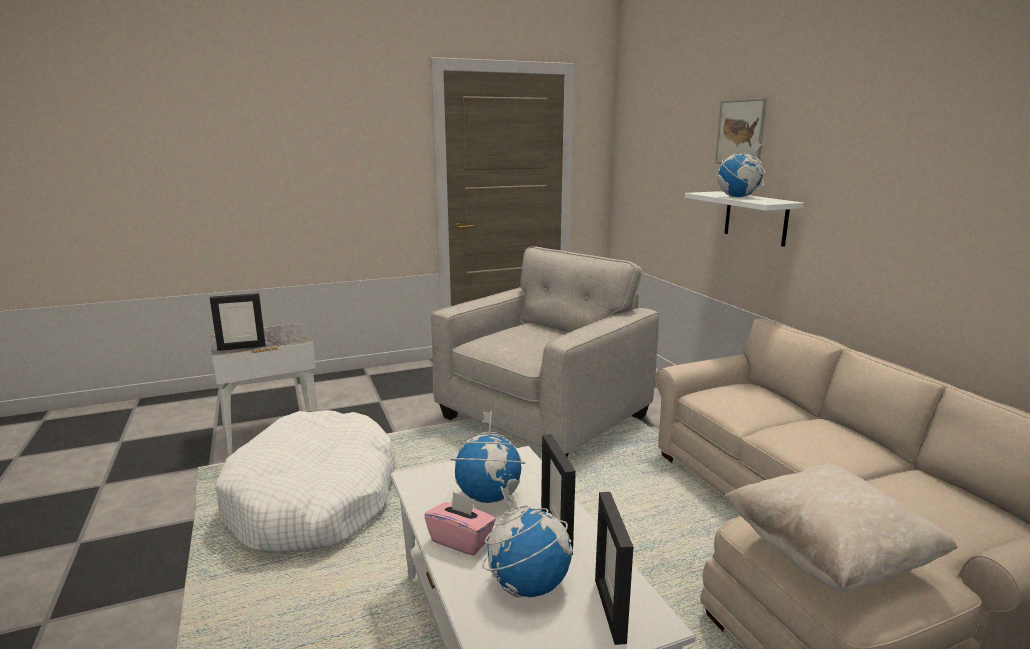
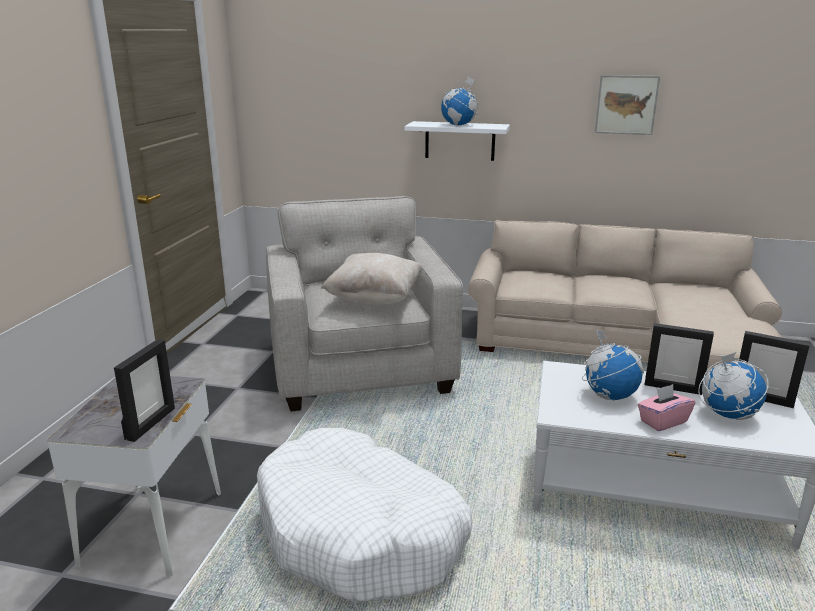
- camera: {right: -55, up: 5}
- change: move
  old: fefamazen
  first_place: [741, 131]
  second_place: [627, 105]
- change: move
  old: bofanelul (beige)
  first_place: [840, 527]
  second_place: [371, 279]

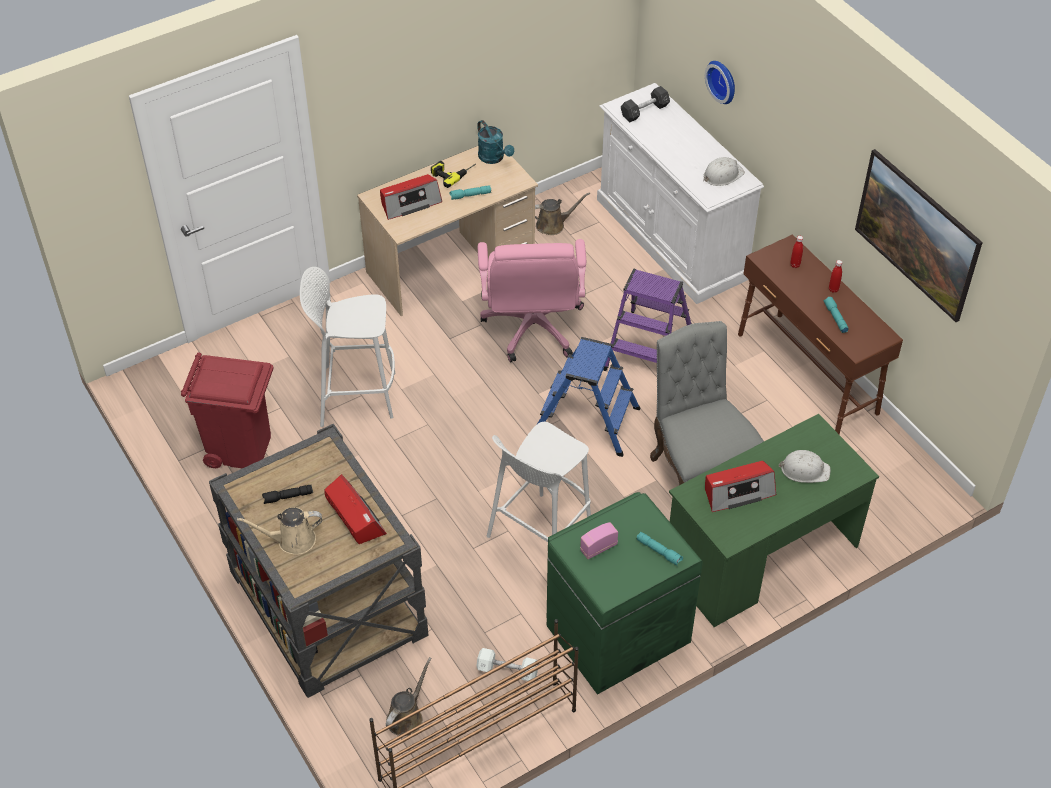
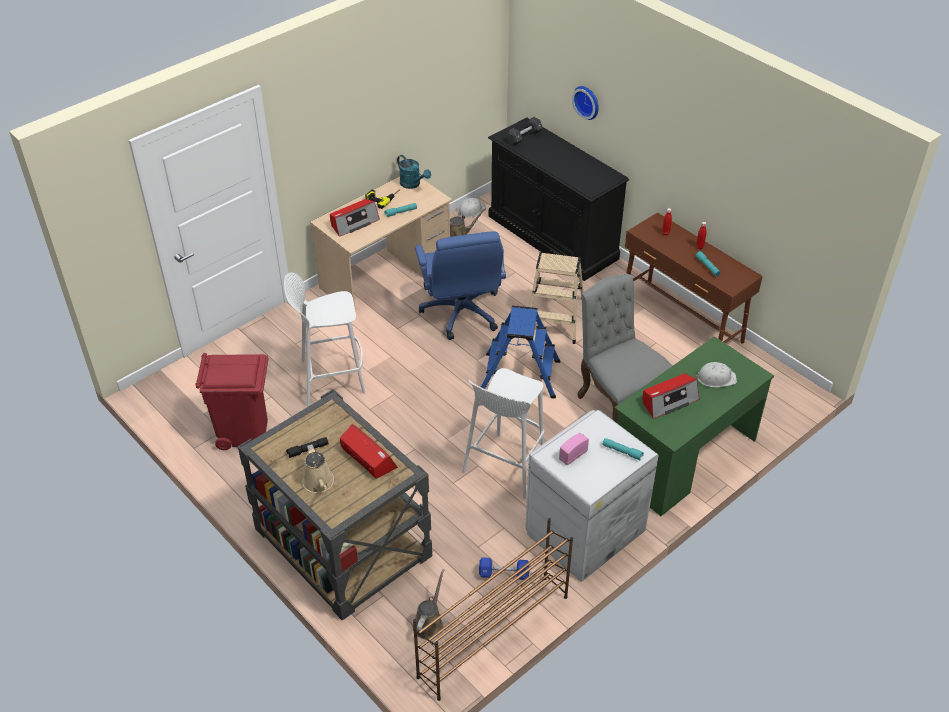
- camera: {right: -10, up: -5}
- change: rotate
  old: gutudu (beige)
  first_place: [279, 531]
  second_place: [318, 468]
  degrees: -90
- change: recolor
  old: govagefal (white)
  new: govagefal (blue)
  first_place: [507, 664]
  second_place: [504, 568]
- change: recolor
  old: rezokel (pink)
  new: rezokel (blue)
  first_place: [532, 300]
  second_place: [460, 286]
- change: recolor
  old: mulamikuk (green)
  new: mulamikuk (white)
  first_place: [625, 593]
  second_place: [592, 496]
- change: recolor
  old: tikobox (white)
  new: tikobox (black)
  first_place: [680, 193]
  second_place: [558, 199]
- change: recolor
  old: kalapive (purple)
  new: kalapive (beige)
  first_place: [647, 319]
  second_place: [557, 298]
- change: move
  old: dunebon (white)
  first_place: [724, 171]
  second_place: [472, 208]
- change: delete
  old: fefamazen
  first_place: [919, 235]

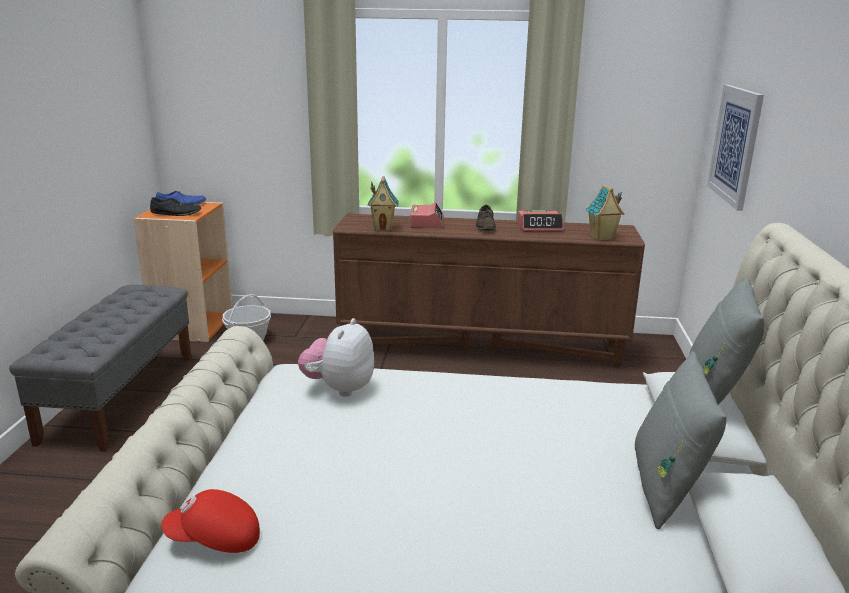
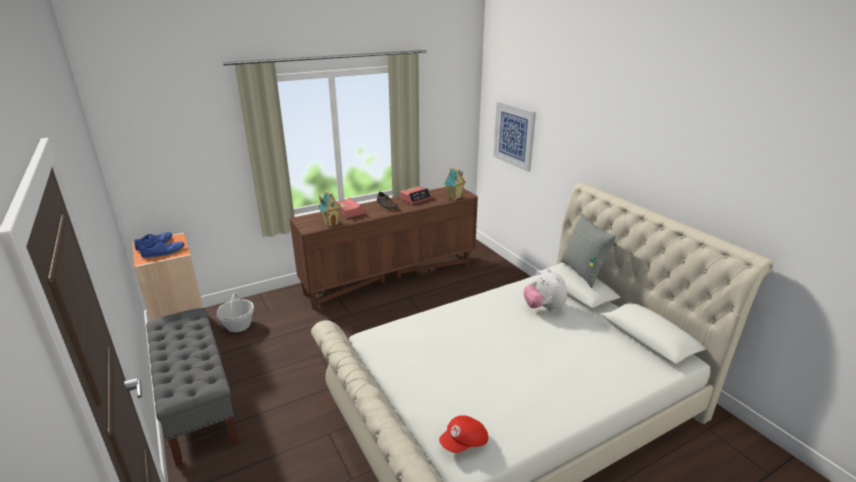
- camera: {right: -35, up: 5}
- change: recolor
  old: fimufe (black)
  new: fimufe (blue)
  first_place: [175, 206]
  second_place: [162, 250]
- change: move
  old: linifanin
  first_place: [336, 357]
  second_place: [545, 290]
- change: delete
  old: bofanelul (grey)
  first_place: [681, 440]

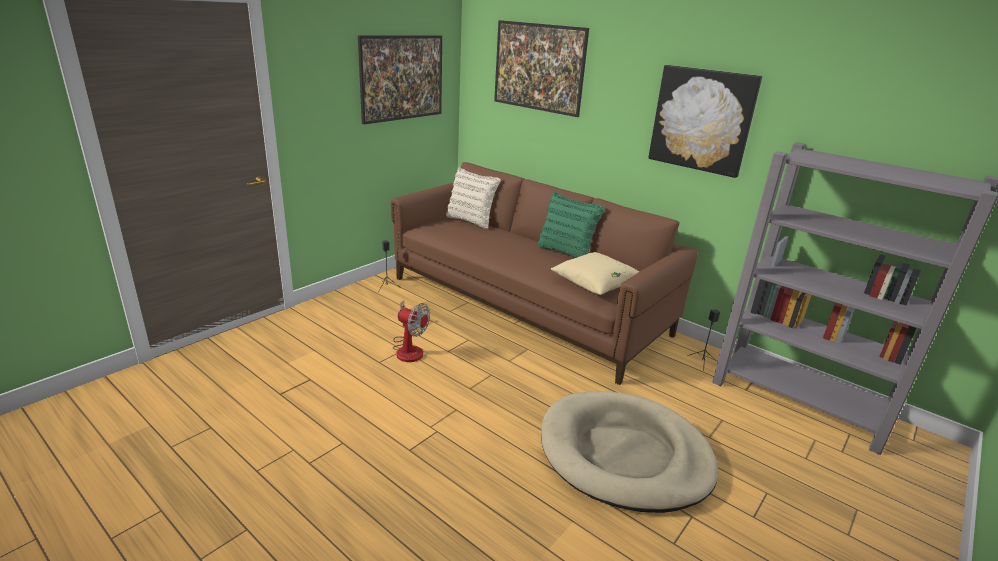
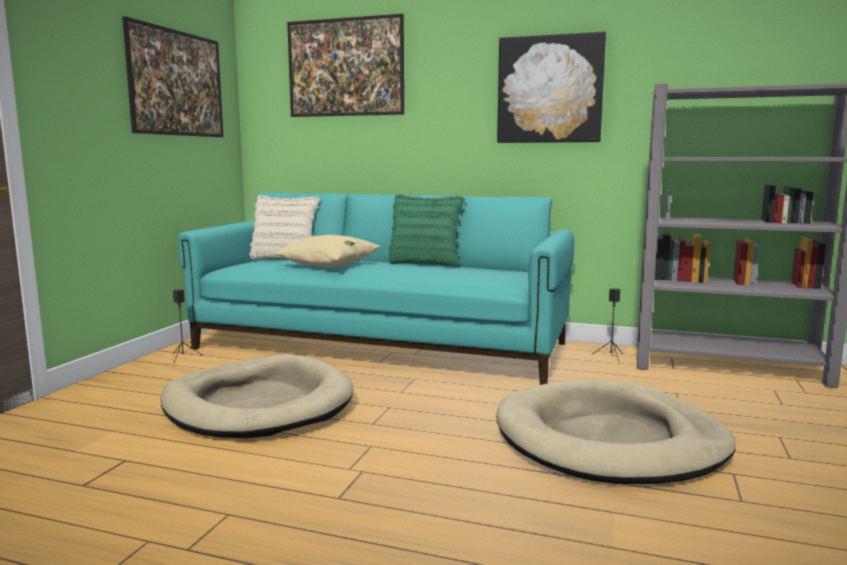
- camera: {right: -20, up: -15}
- change: recolor
  old: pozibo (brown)
  new: pozibo (turquoise)
  first_place: [544, 273]
  second_place: [376, 288]
- change: replace
  old: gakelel
  new: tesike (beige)
  first_place: [411, 331]
  second_place: [257, 396]
- change: move
  old: bofanelul (beige)
  first_place: [595, 273]
  second_place: [327, 251]

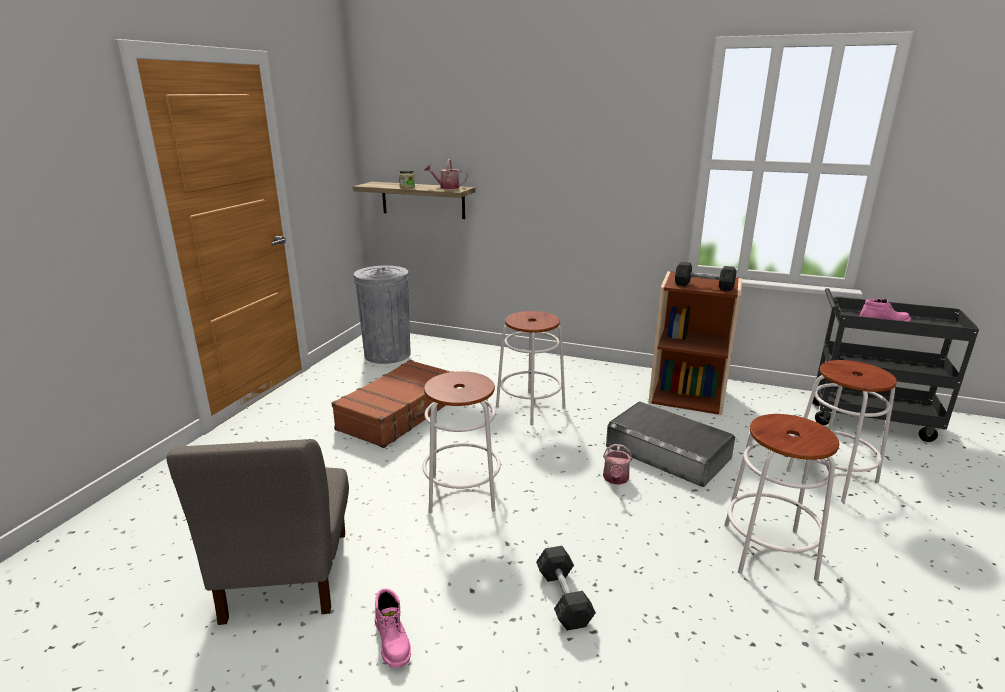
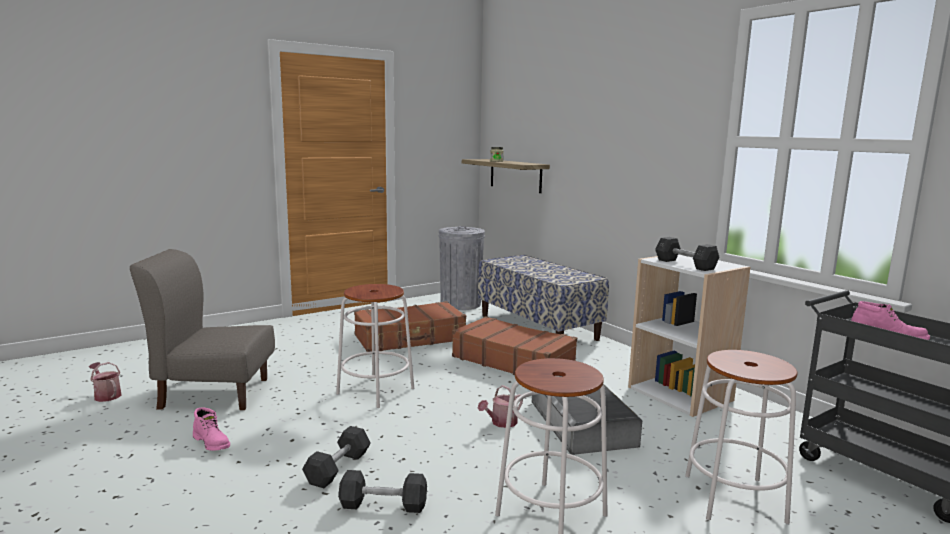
- camera: {right: 35, up: -10}
- change: rotate
  old: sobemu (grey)
  first_place: [258, 532]
  second_place: [202, 329]
  degrees: 60
- change: rotate
  old: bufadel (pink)
  first_place: [393, 628]
  second_place: [211, 429]
  degrees: -60
- change: move
  old: gutudu
  first_place: [446, 174]
  second_place: [105, 382]
- change: replace
  old: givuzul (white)
  new: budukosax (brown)
  first_place: [531, 368]
  second_place: [514, 345]
- change: recolor
  old: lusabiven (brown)
  new: lusabiven (white)
  first_place: [695, 343]
  second_place: [689, 335]
- change: insert
  new: govagefal (black)
  second_place: [382, 491]
- change: insert
  new: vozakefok
  second_place: [543, 298]

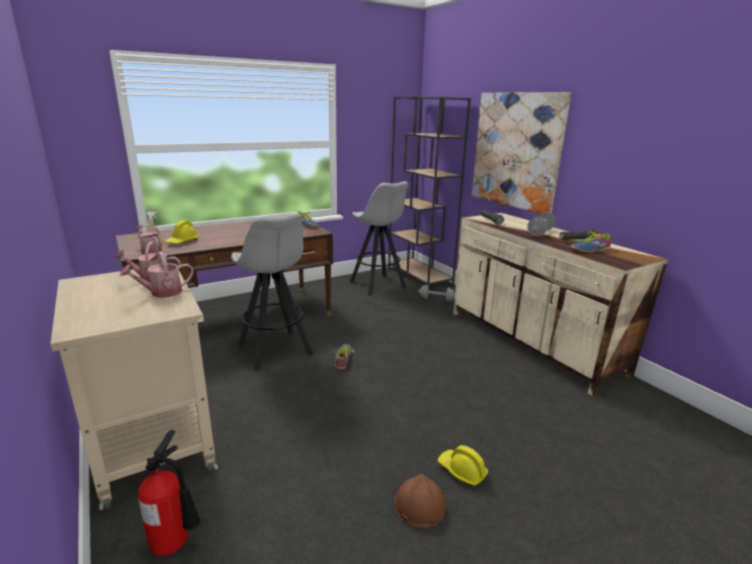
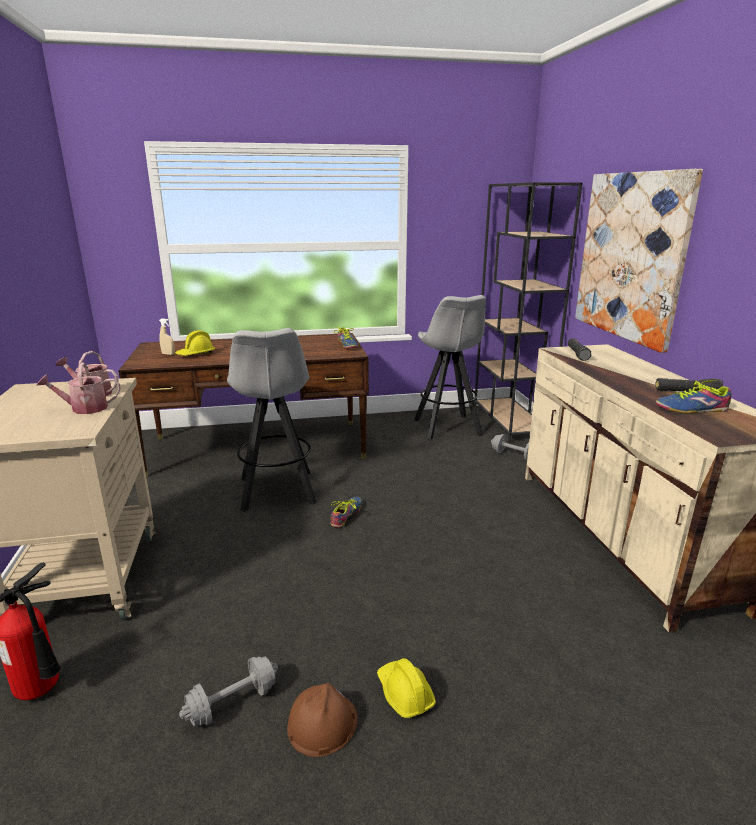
- camera: {right: 20, up: 0}
- change: delete
  old: gutudu
  first_place: [148, 239]
- change: move
  old: govagefal (grey)
  first_place: [541, 224]
  second_place: [228, 691]

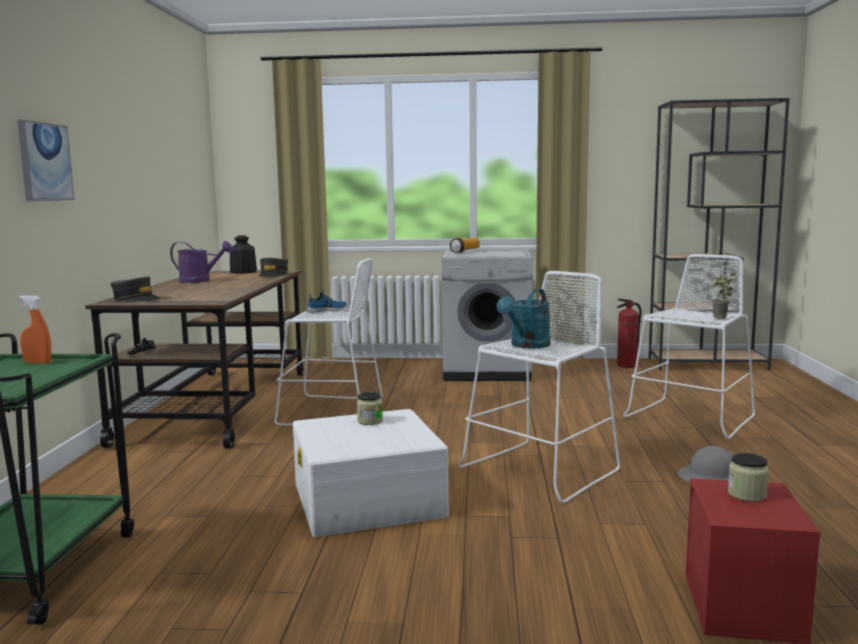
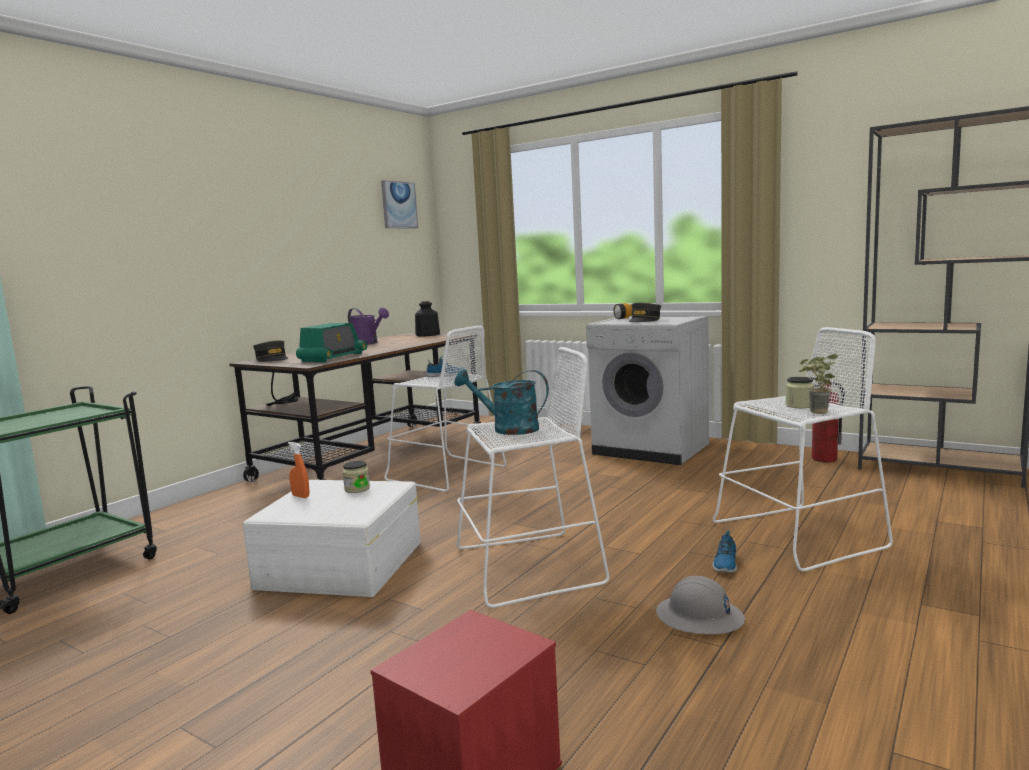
- camera: {right: 30, up: 0}
- change: move
  old: fefamazen
  first_place: [46, 160]
  second_place: [399, 204]
- change: move
  old: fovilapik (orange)
  first_place: [35, 329]
  second_place: [299, 470]
- change: move
  old: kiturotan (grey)
  first_place: [273, 267]
  second_place: [645, 312]
- change: rotate
  old: gutudu (turquoise)
  first_place: [524, 319]
  second_place: [501, 402]
  degrees: 45
- change: move
  old: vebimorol
  first_place: [748, 477]
  second_place: [800, 392]
- change: insert
  new: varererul
  second_place: [331, 342]
- change: insert
  new: fimufe
  second_place: [724, 551]

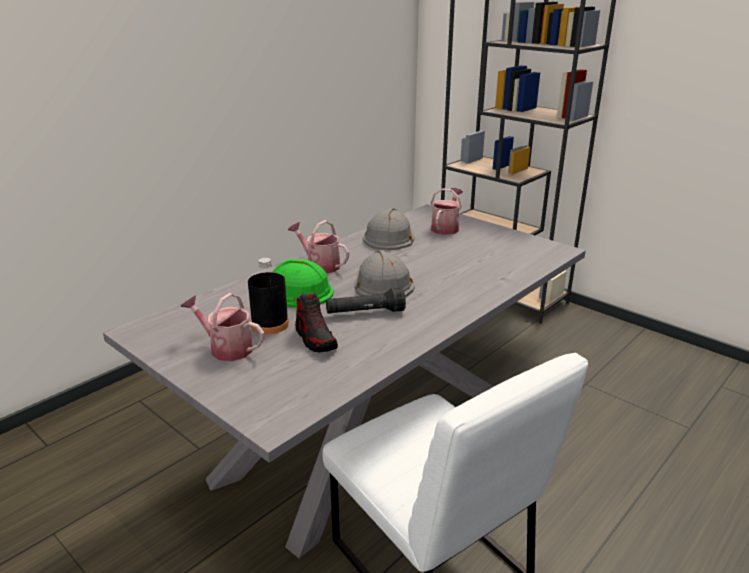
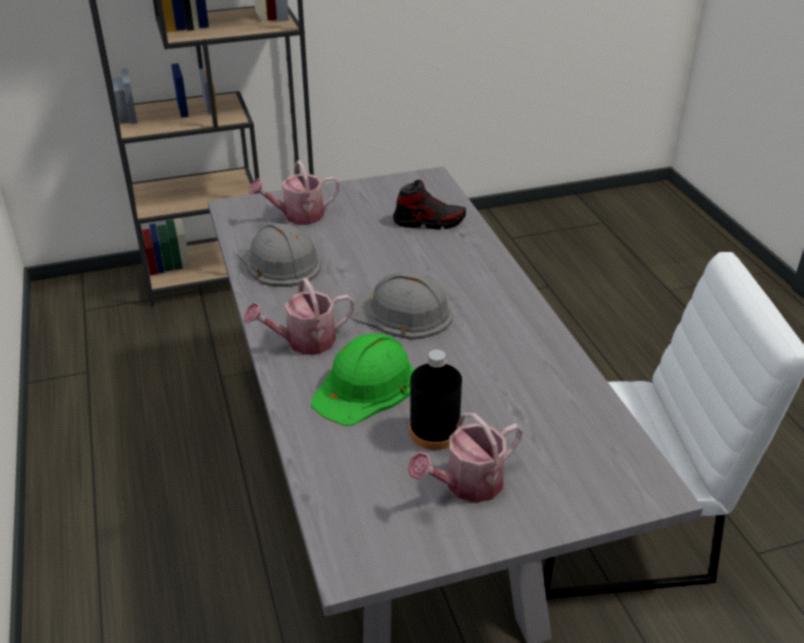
- camera: {right: -60, up: 10}
- change: move
  old: fimufe
  first_place: [316, 323]
  second_place: [429, 205]
- change: delete
  old: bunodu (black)
  first_place: [366, 301]
- change: rotate
  old: gutudu
  first_place: [447, 211]
  second_place: [294, 192]
  degrees: -75

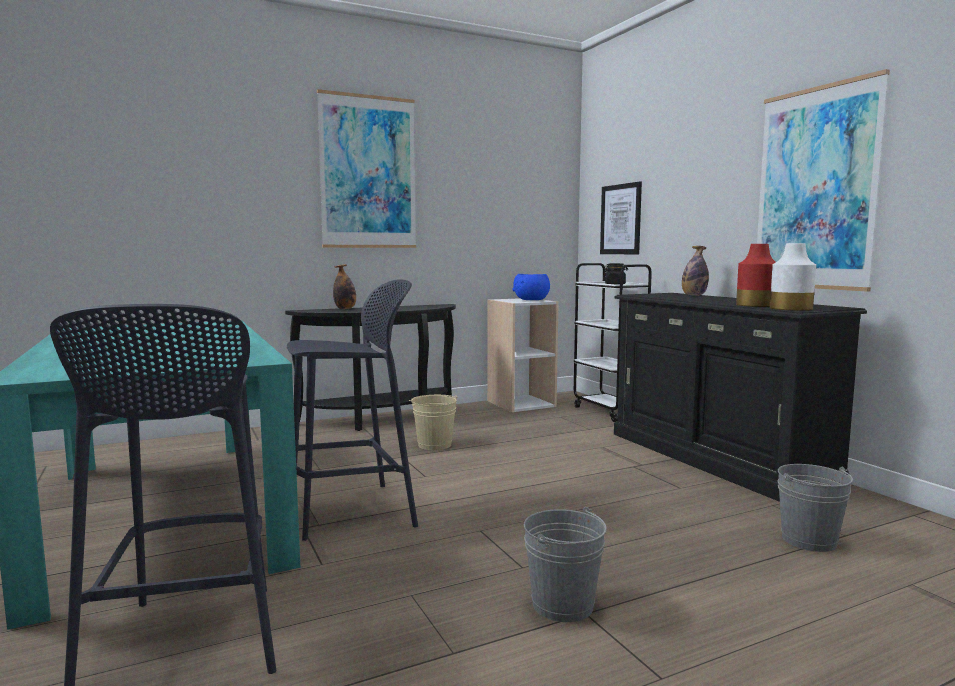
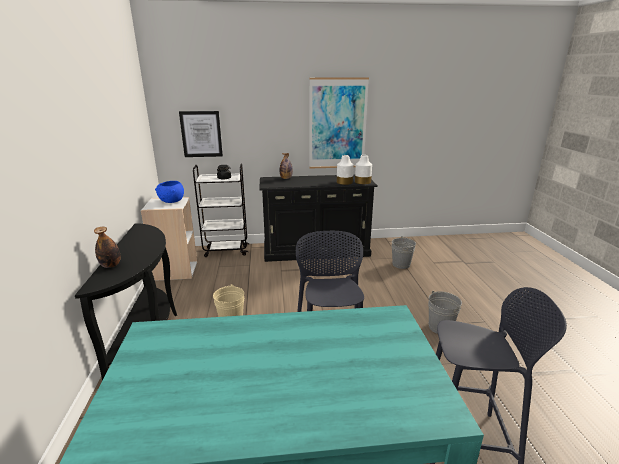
- camera: {right: -70, up: 15}
- change: delete
  old: fefamazen
  first_place: [366, 168]
- change: recolor
  old: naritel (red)
  new: naritel (white)
  first_place: [756, 275]
  second_place: [345, 170]

